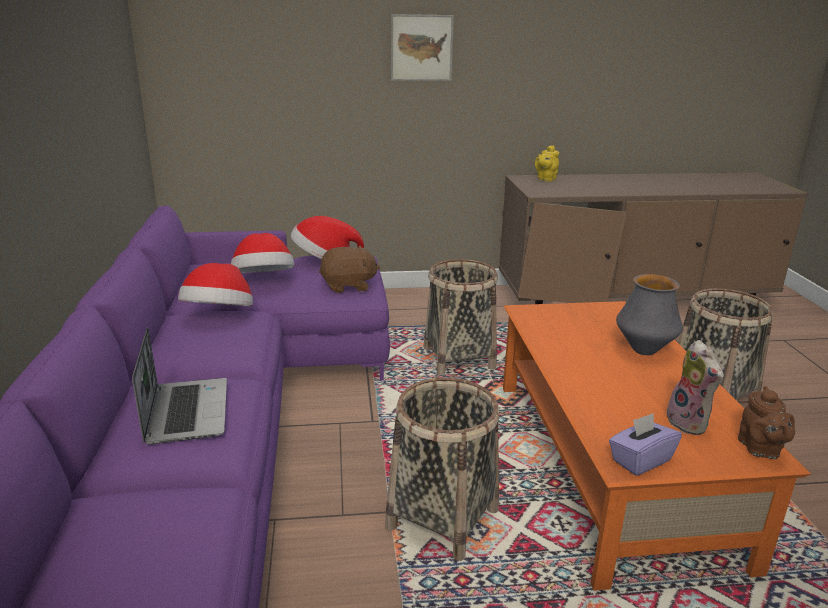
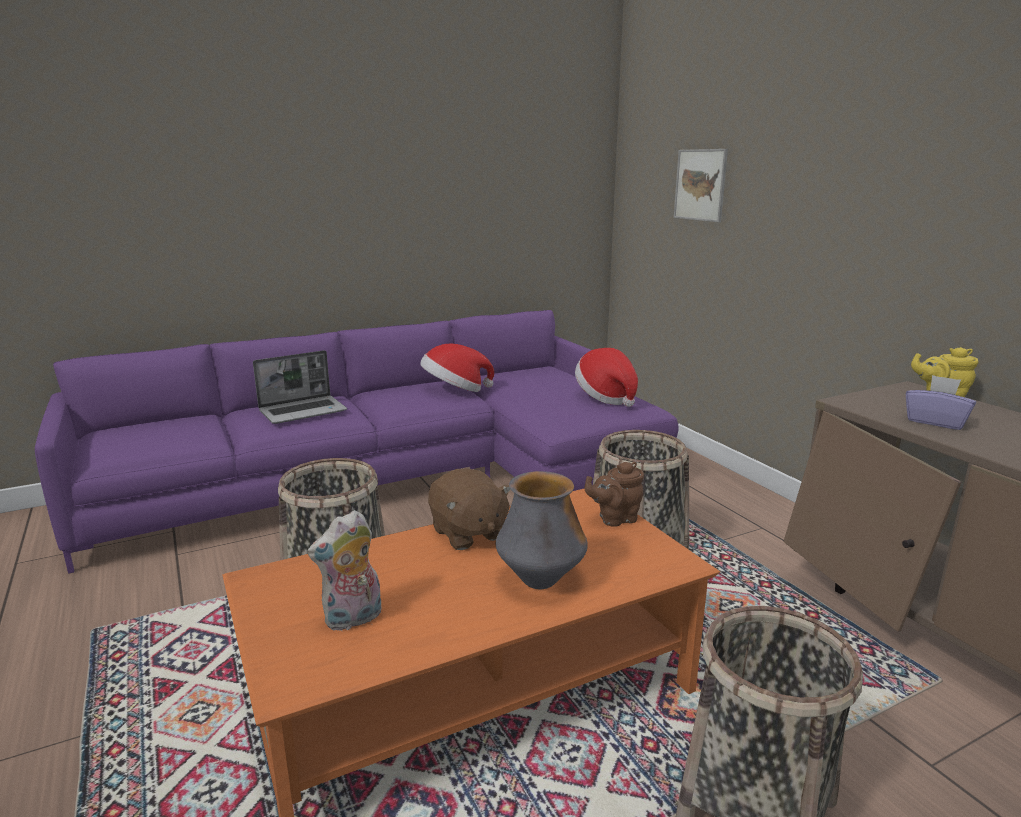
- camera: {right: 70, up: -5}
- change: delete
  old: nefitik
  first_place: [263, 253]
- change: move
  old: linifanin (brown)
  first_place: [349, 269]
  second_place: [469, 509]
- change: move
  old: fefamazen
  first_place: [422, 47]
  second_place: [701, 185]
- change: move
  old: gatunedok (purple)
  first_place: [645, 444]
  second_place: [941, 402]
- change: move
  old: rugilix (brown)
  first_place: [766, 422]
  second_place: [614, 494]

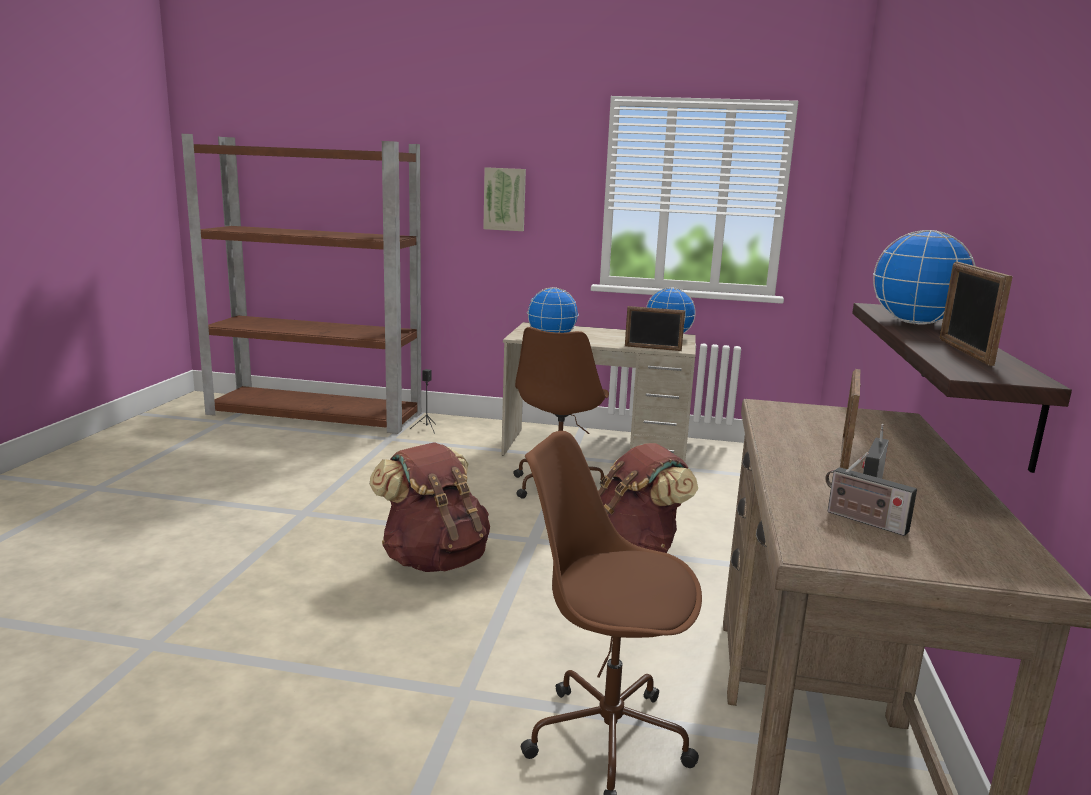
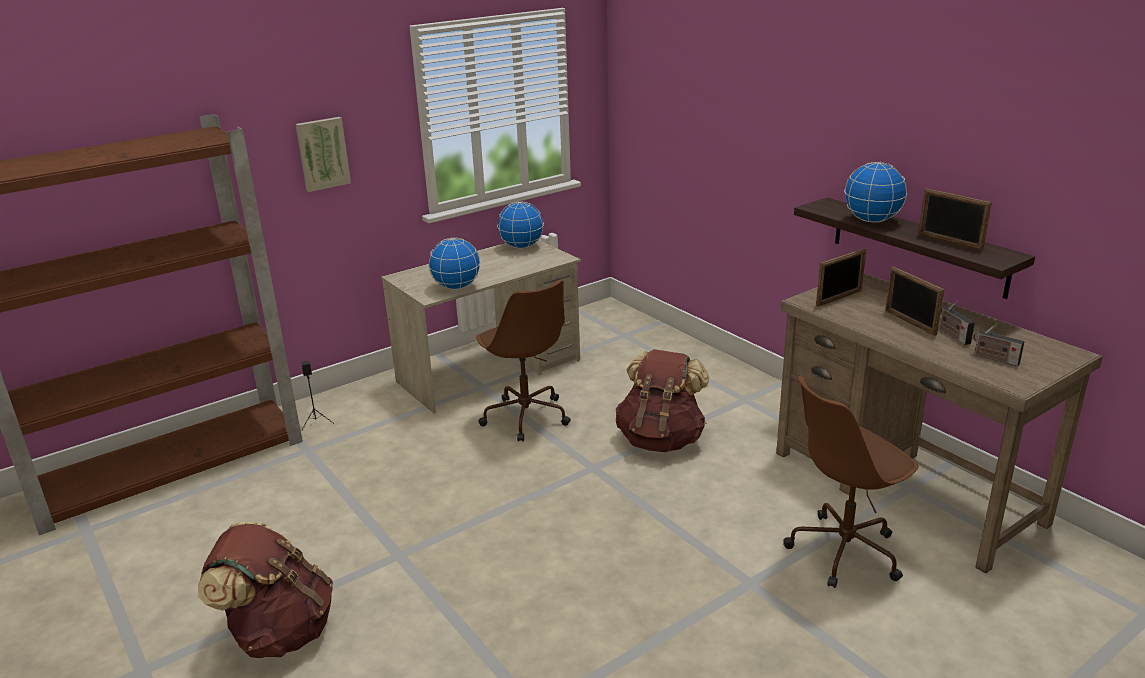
- camera: {right: -45, up: 10}
- change: move
  old: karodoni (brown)
  first_place: [430, 507]
  second_place: [265, 590]
- change: move
  old: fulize
  first_place: [655, 328]
  second_place: [841, 277]
- change: rotate
  old: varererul
  first_place: [871, 494]
  second_place: [999, 344]
  degrees: 45

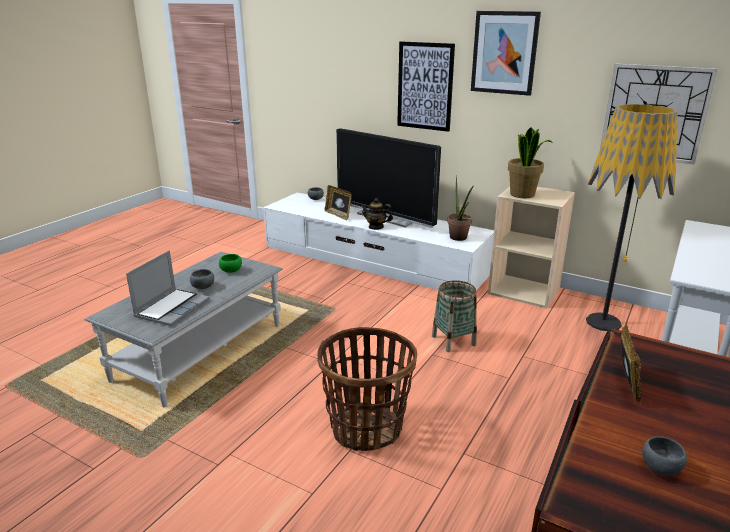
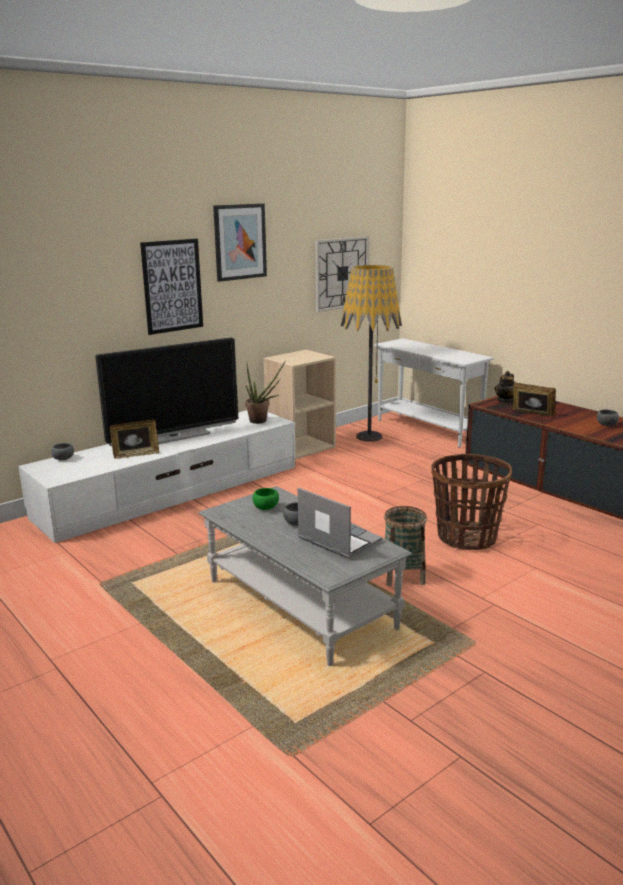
- camera: {right: -70, up: -5}
- change: move
  old: rugilix
  first_place: [377, 214]
  second_place: [504, 387]
- change: move
  old: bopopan
  first_place: [454, 316]
  second_place: [405, 546]
- change: delete
  old: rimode
  first_place: [530, 162]

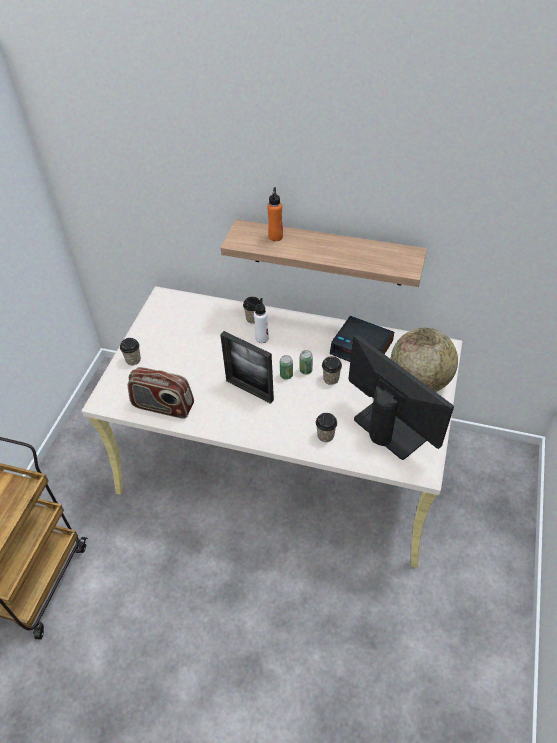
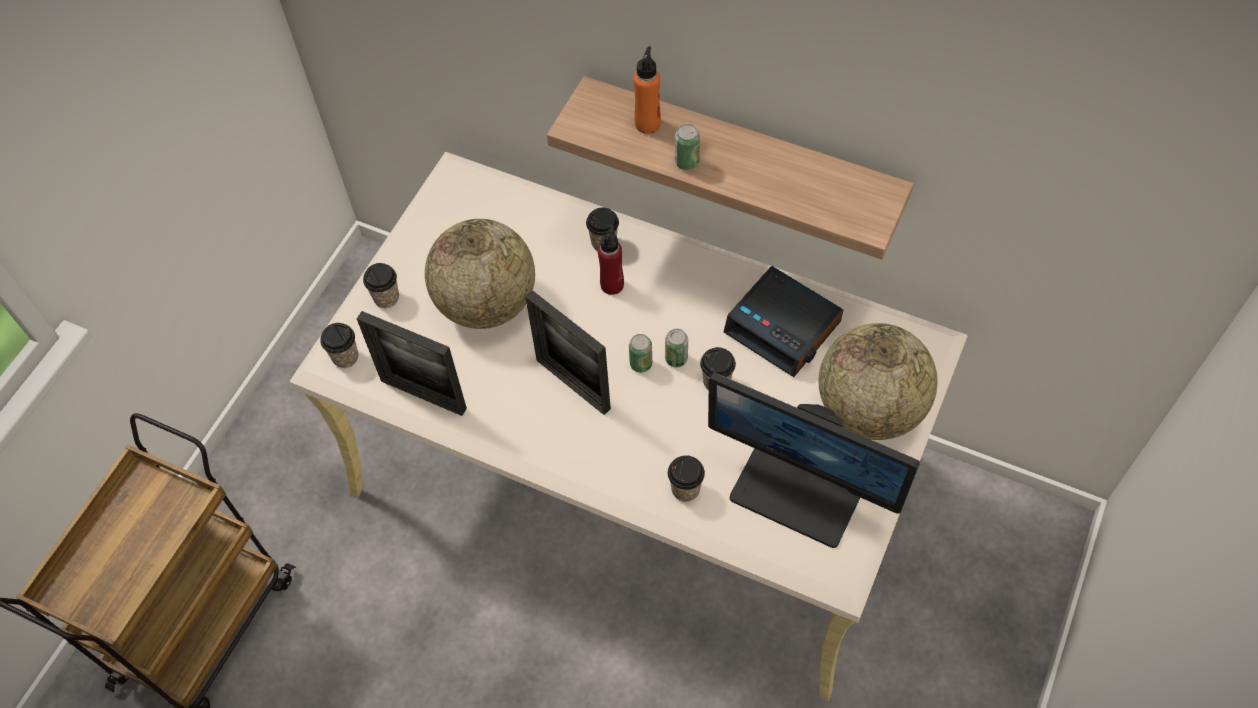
- camera: {right: 10, up: 10}
- change: replace
  old: varererul
  new: fulize
  first_place: [161, 392]
  second_place: [412, 363]
- change: recolor
  old: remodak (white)
  new: remodak (red)
  first_place: [261, 320]
  second_place: [611, 259]
- change: rotate
  old: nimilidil
  first_place: [401, 397]
  second_place: [814, 460]
  degrees: 150
- change: insert
  new: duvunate
  second_place: [339, 345]
- change: insert
  new: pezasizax
  second_place: [480, 274]
- change: insert
  new: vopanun
  second_place: [687, 147]

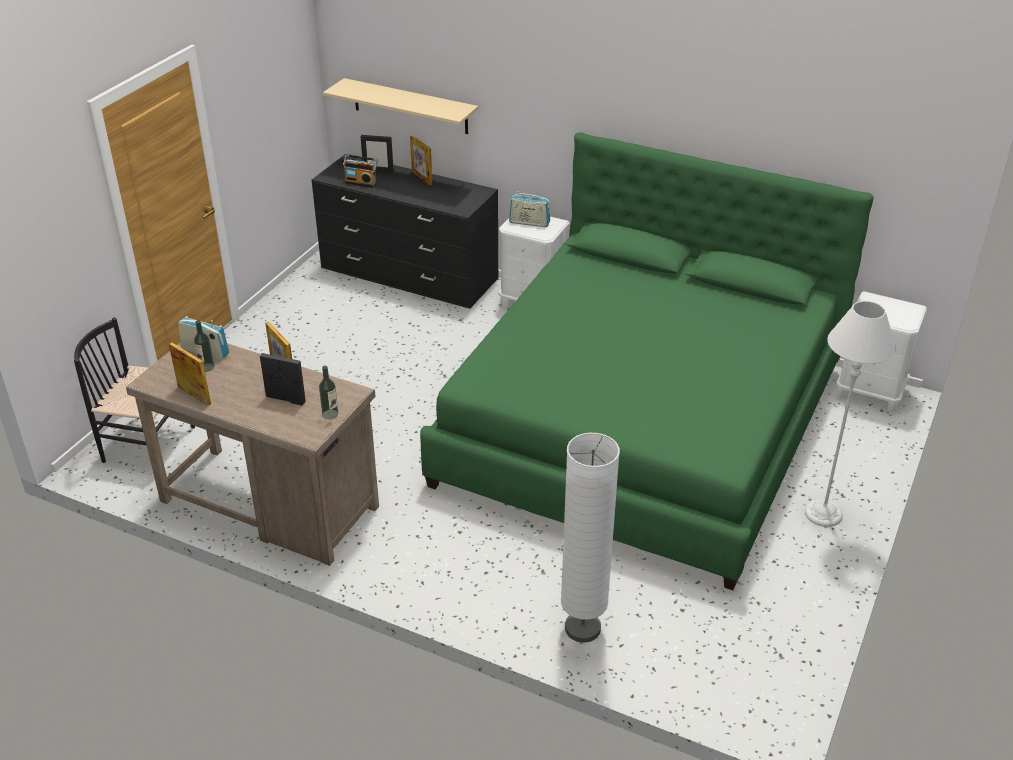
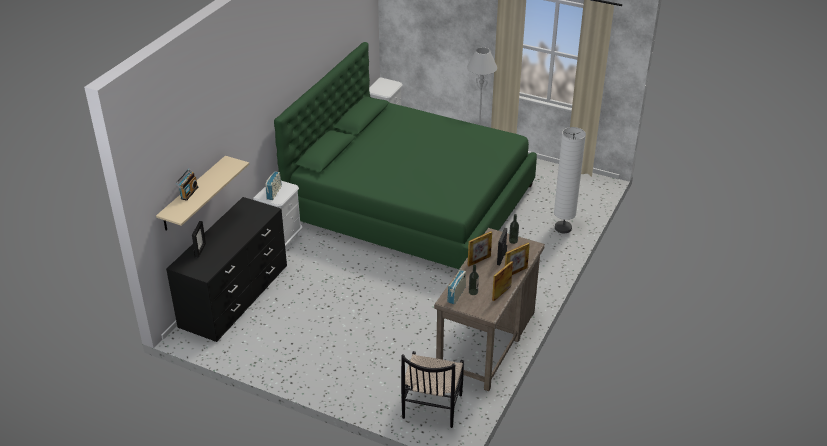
- camera: {right: -90, up: 0}
- change: move
  old: varererul
  first_place: [360, 171]
  second_place: [186, 185]
- change: move
  old: fulize
  first_place: [421, 160]
  second_place: [517, 259]

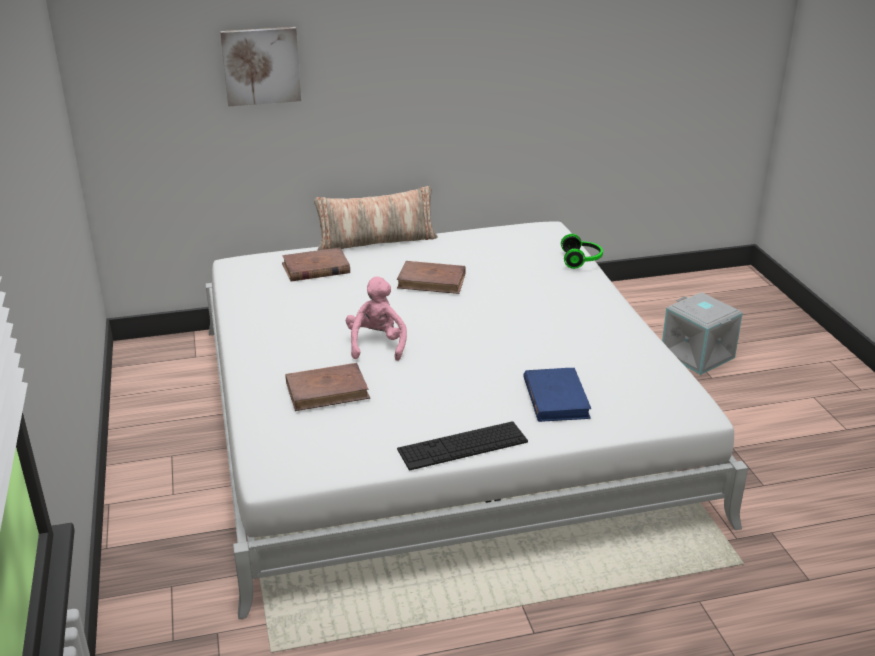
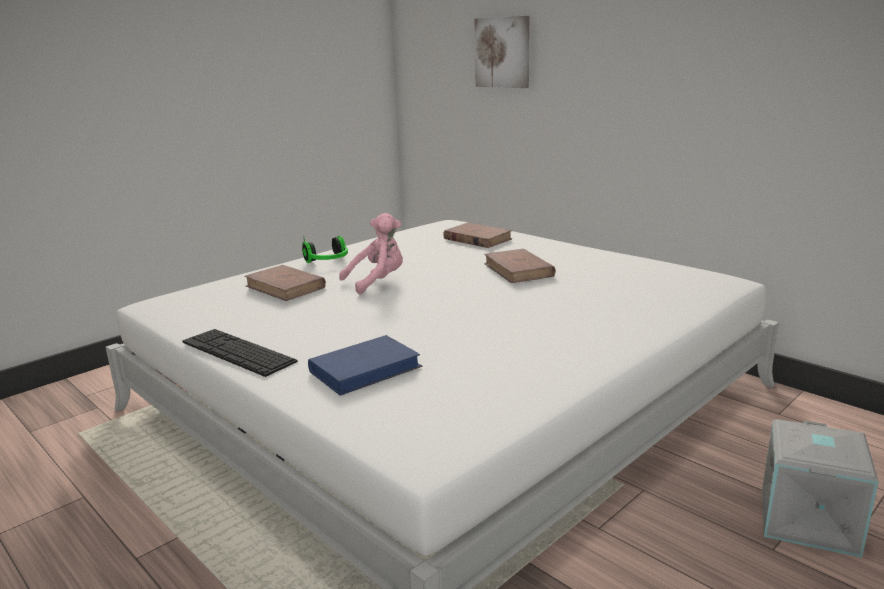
- camera: {right: 60, up: -10}
- change: delete
  old: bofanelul
  first_place: [376, 218]
- change: move
  old: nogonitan
  first_place: [582, 251]
  second_place: [325, 249]

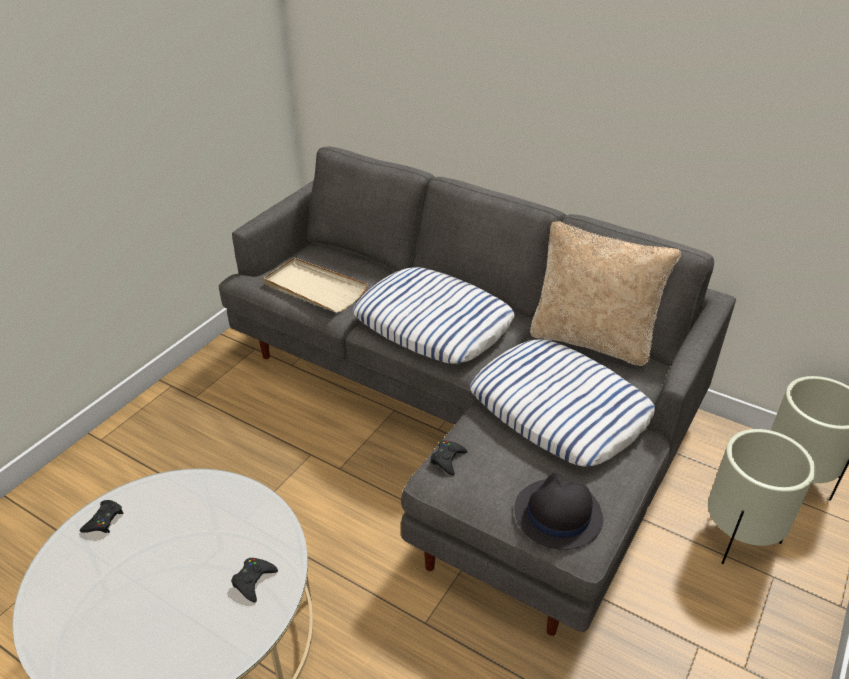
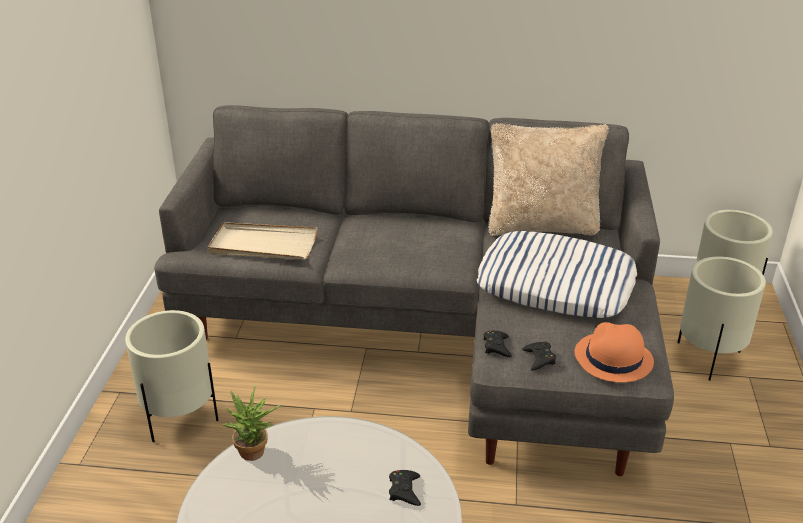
- camera: {right: -25, up: -5}
- change: move
  old: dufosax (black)
  first_place: [101, 516]
  second_place: [539, 356]
- change: delete
  old: bofanelul
  first_place: [434, 315]
- change: recolor
  old: nefitik (black)
  new: nefitik (orange)
  first_place: [559, 511]
  second_place: [614, 352]
- change: insert
  new: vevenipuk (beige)
  second_place: [172, 376]
- change: insert
  new: rimode
  second_place: [251, 422]

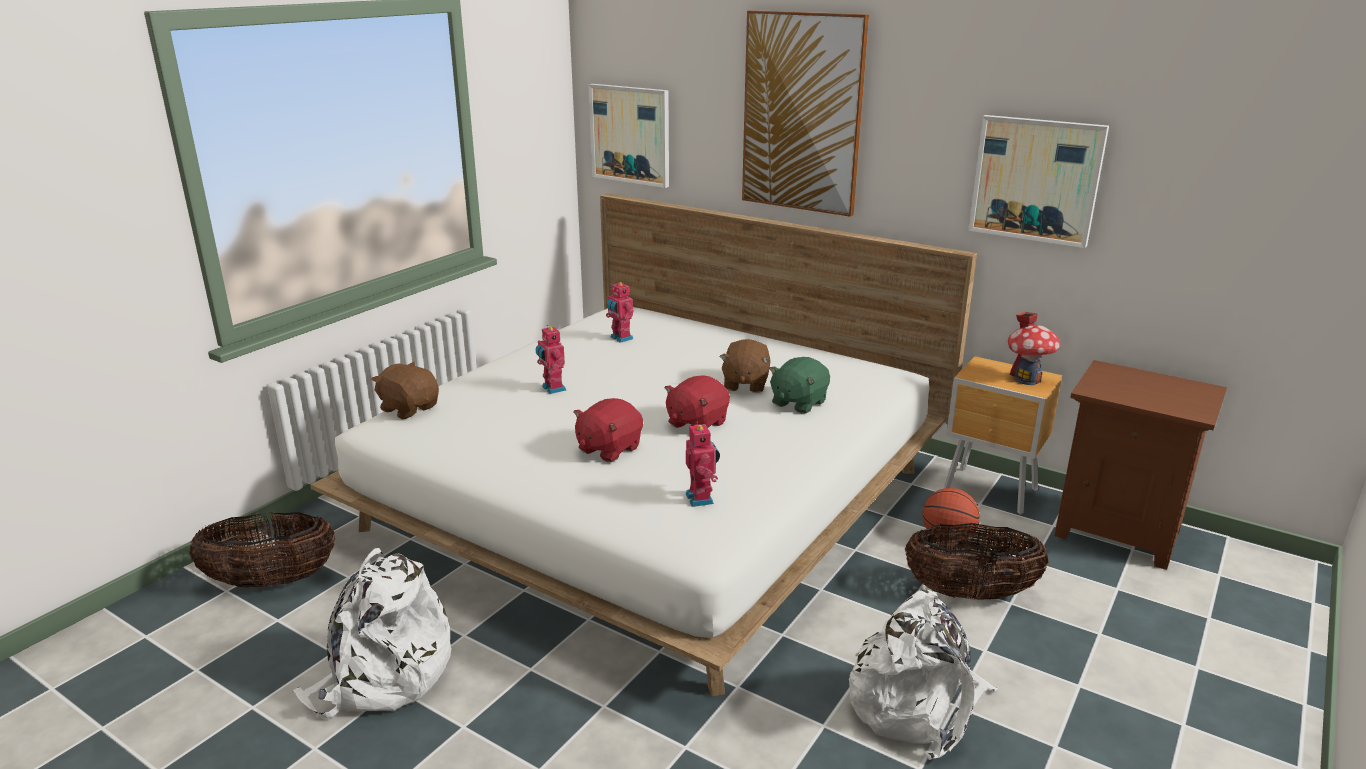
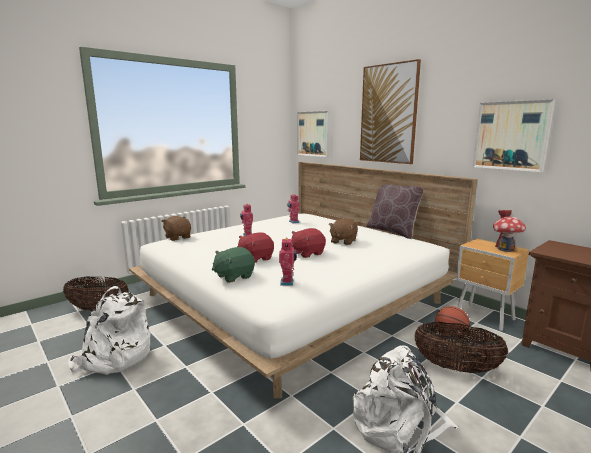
- camera: {right: 15, up: -10}
- change: move
  old: linifanin (green)
  first_place: [799, 385]
  second_place: [233, 265]
- change: insert
  new: bofanelul (brown)
  second_place: [394, 211]

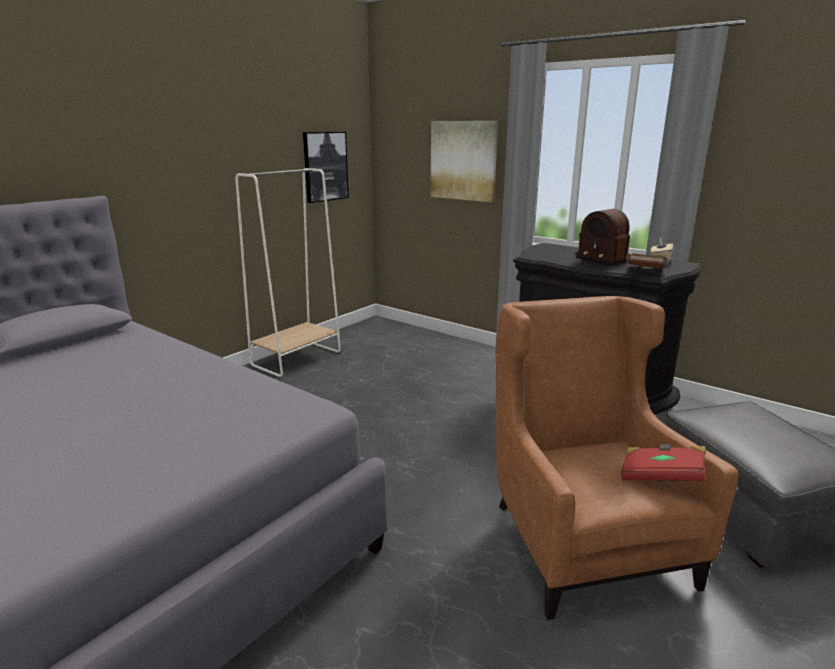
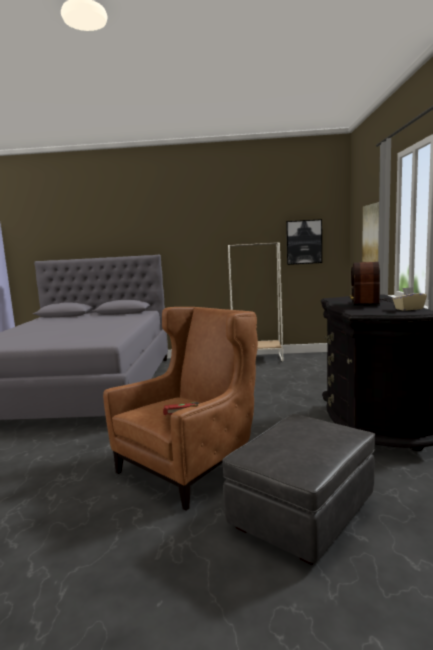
- camera: {right: 55, up: -10}
- change: delete
  old: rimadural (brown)
  first_place: [647, 261]

